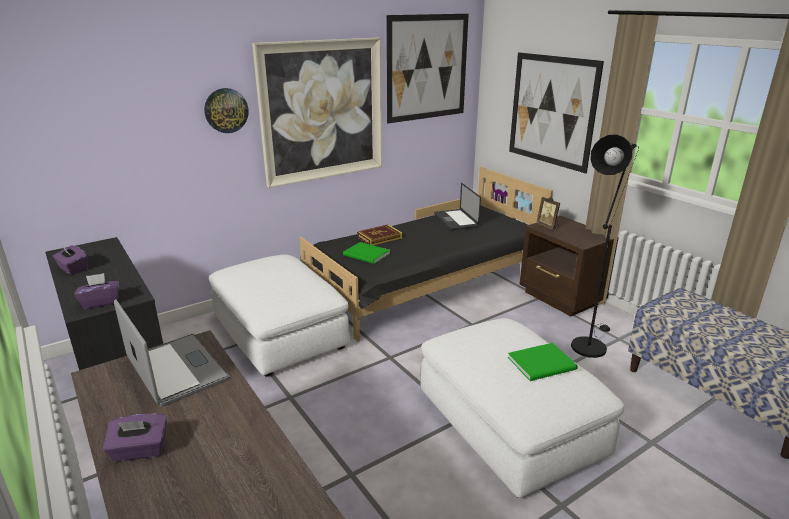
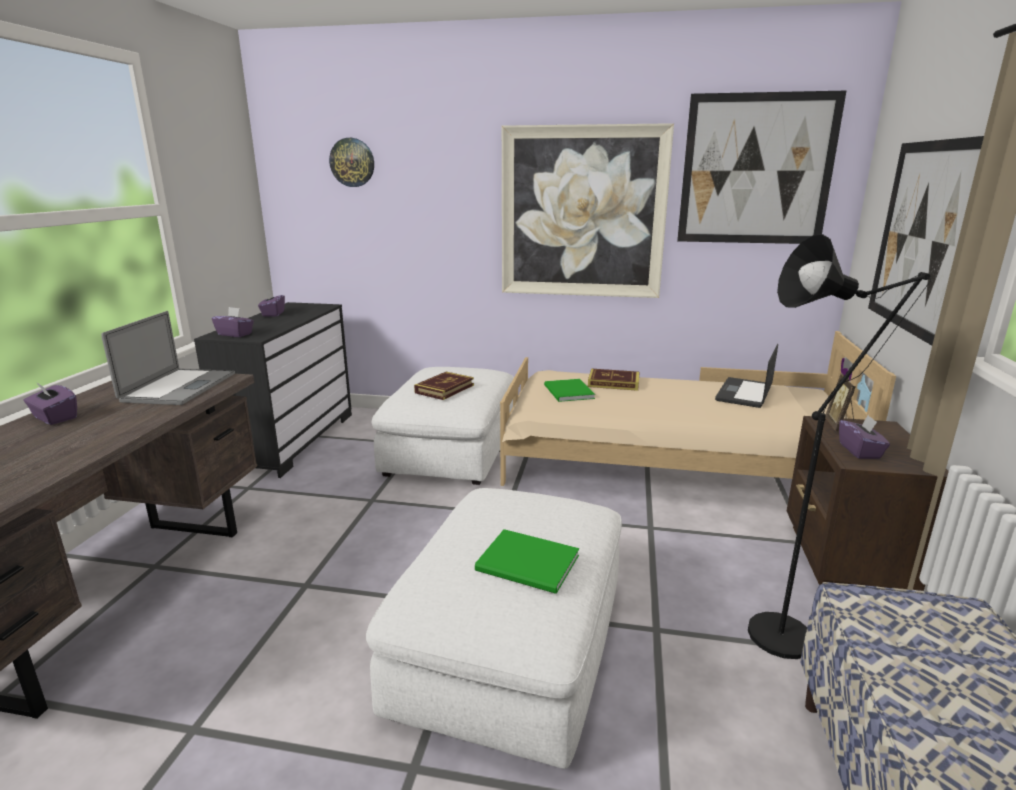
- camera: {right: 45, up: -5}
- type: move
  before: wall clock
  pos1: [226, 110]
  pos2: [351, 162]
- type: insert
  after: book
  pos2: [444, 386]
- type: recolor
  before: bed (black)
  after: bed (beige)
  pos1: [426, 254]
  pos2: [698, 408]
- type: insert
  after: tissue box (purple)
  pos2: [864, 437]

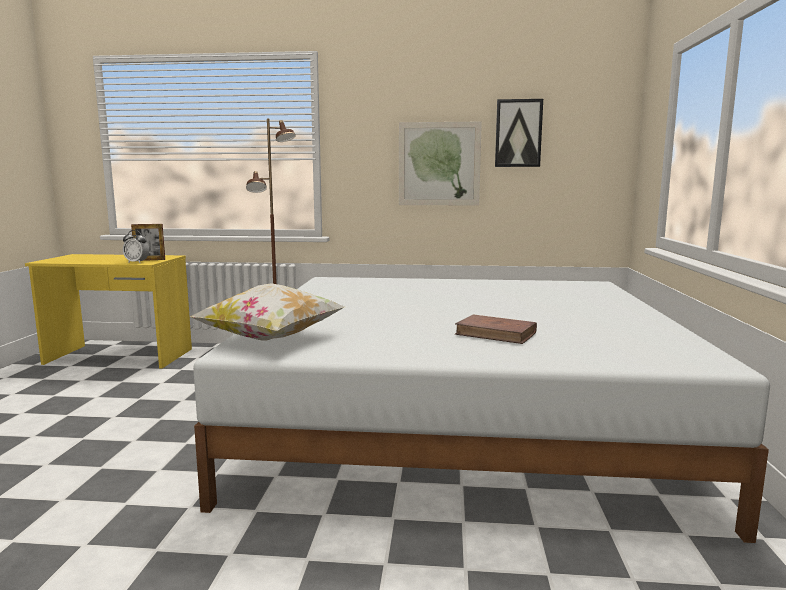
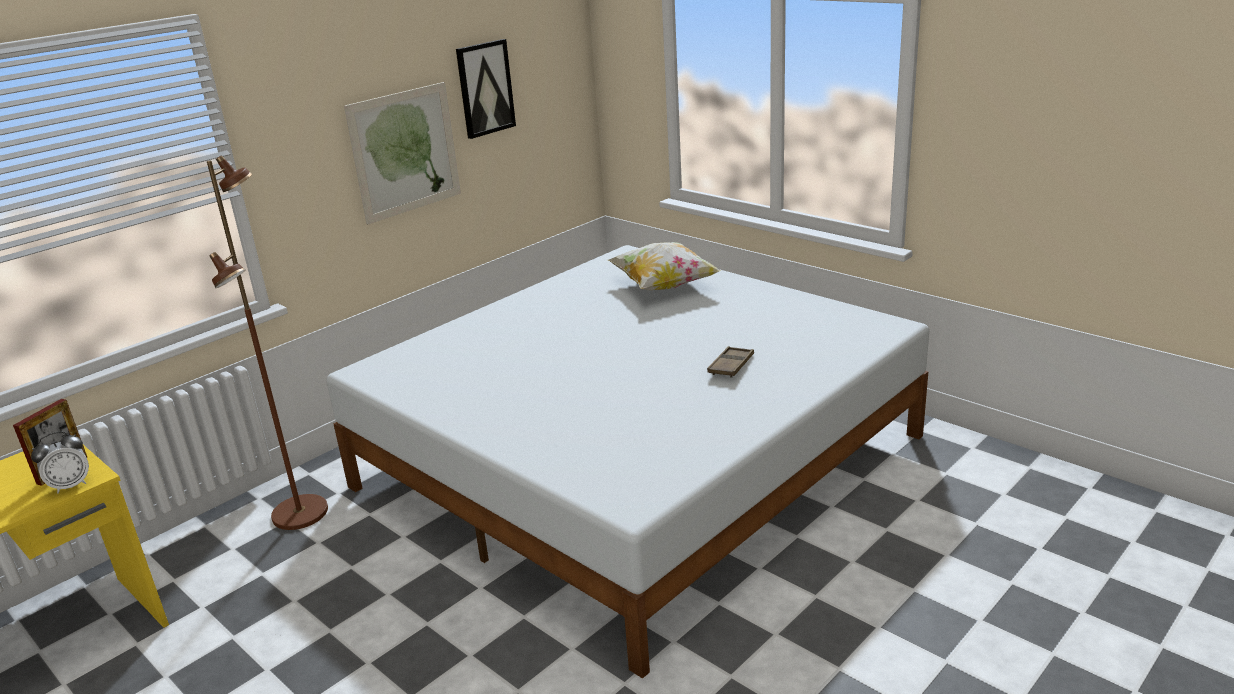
- camera: {right: -50, up: 15}
- type: move
  before: pillow
  pos1: [267, 312]
  pos2: [665, 266]
- type: replace
  before: book (brown)
  after: tray (brown)
  pos1: [496, 329]
  pos2: [730, 362]

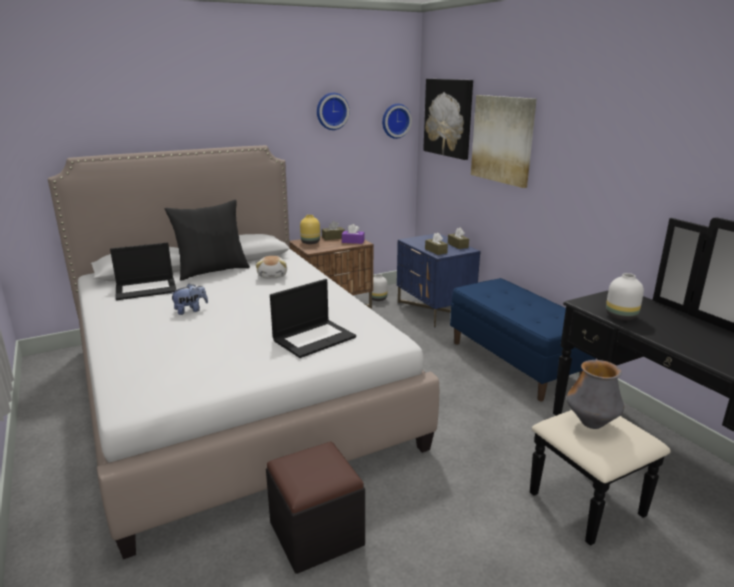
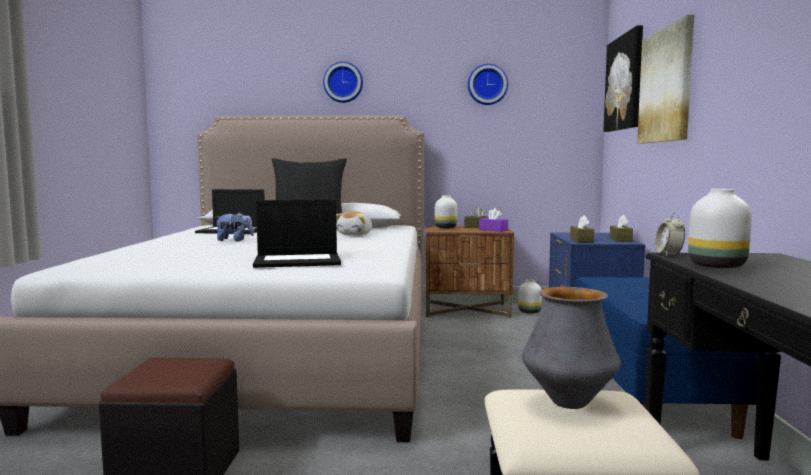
- camera: {right: 30, up: -15}
- type: move
  before: wall clock
  pos1: [397, 121]
  pos2: [343, 82]
- type: recolor
  before: vase (yellow)
  after: vase (white)
  pos1: [310, 229]
  pos2: [446, 211]
- type: insert
  after: alarm clock
  pos2: [670, 234]

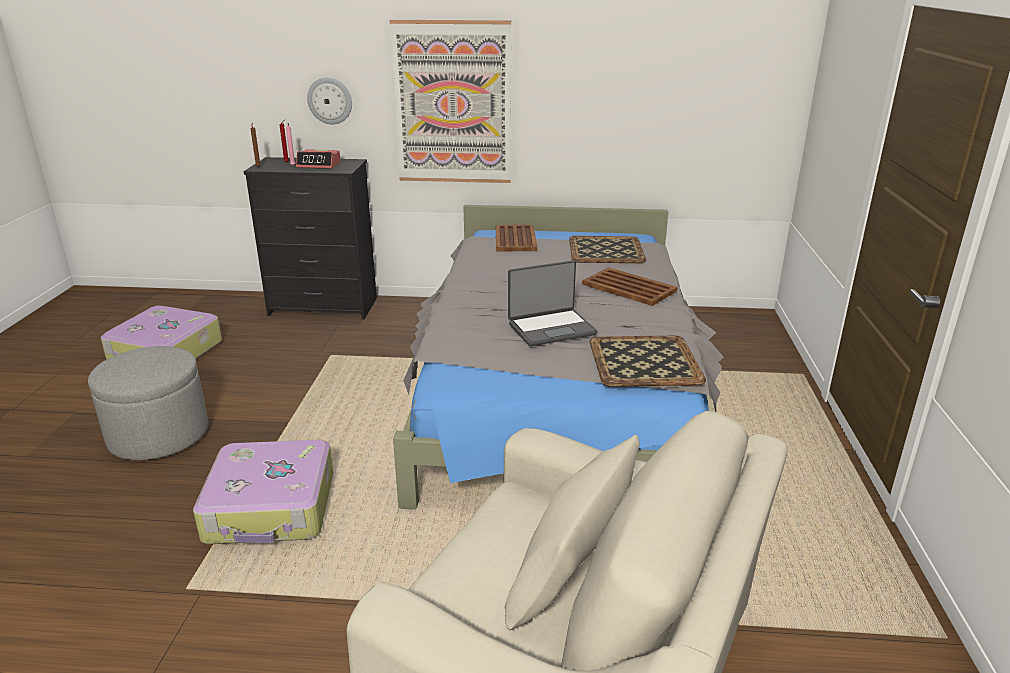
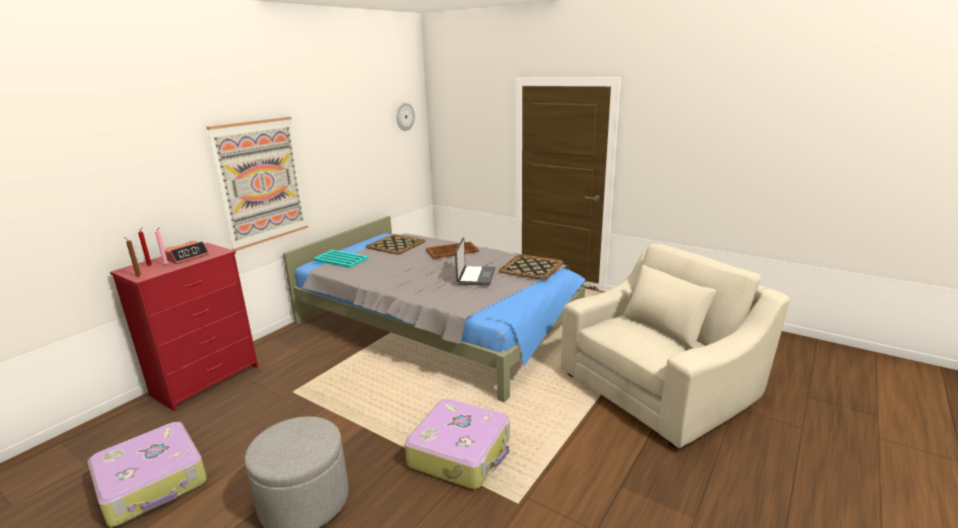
- camera: {right: -60, up: -5}
- type: recolor
  before: dresser (black)
  after: dresser (red)
  pos1: [310, 238]
  pos2: [184, 327]
- type: recolor
  before: tray (brown)
  after: tray (turquoise)
  pos1: [516, 238]
  pos2: [341, 259]
- type: move
  before: wall clock
  pos1: [329, 101]
  pos2: [405, 117]

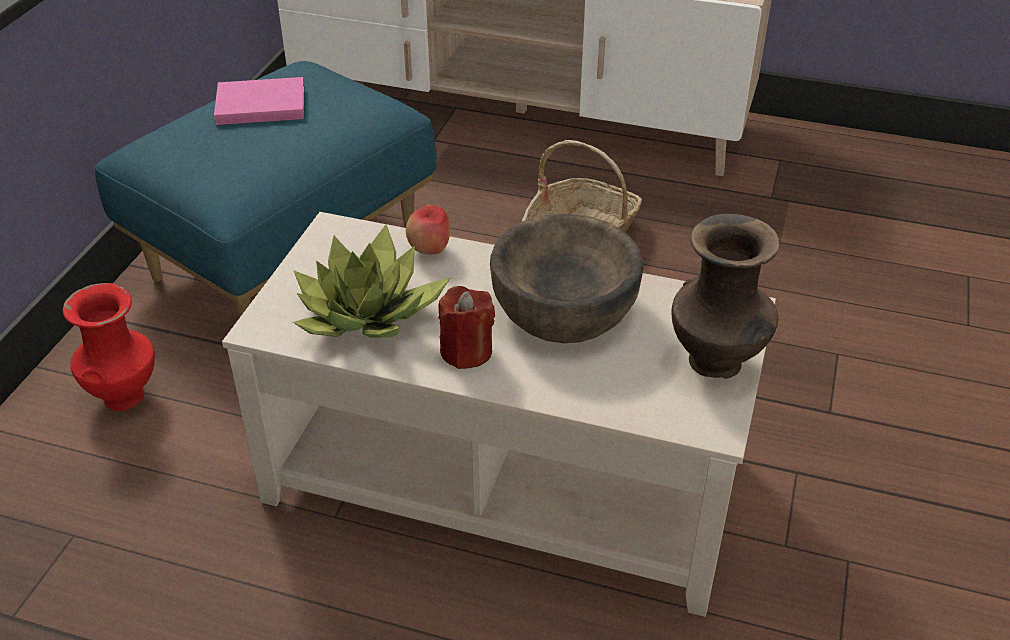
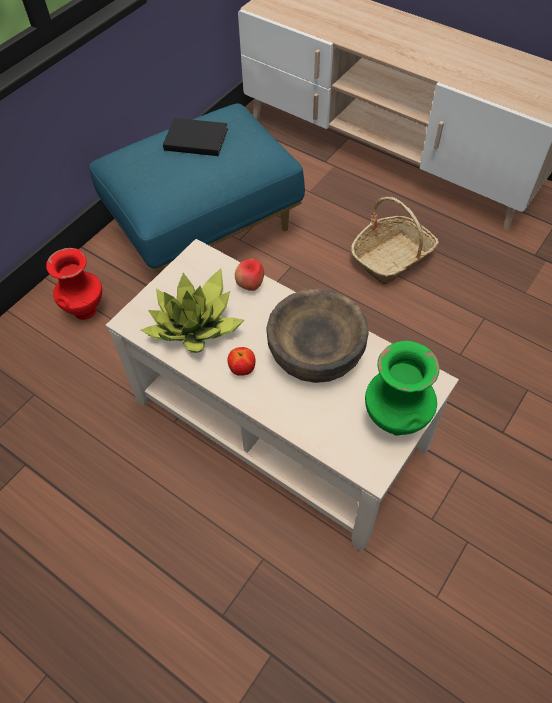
- camera: {right: 20, up: 15}
- type: recolor
  before: book (pink)
  after: book (black)
  pos1: [259, 101]
  pos2: [195, 137]
- type: replace
  before: candle (red)
  after: apple
  pos1: [466, 327]
  pos2: [242, 361]
- type: recolor
  before: vase (brown)
  after: vase (green)
  pos1: [726, 296]
  pos2: [402, 388]

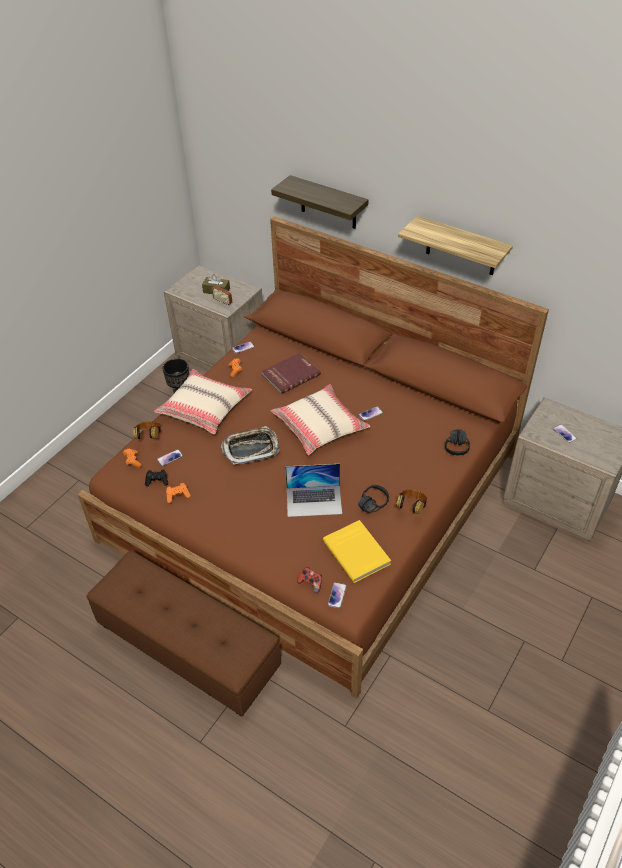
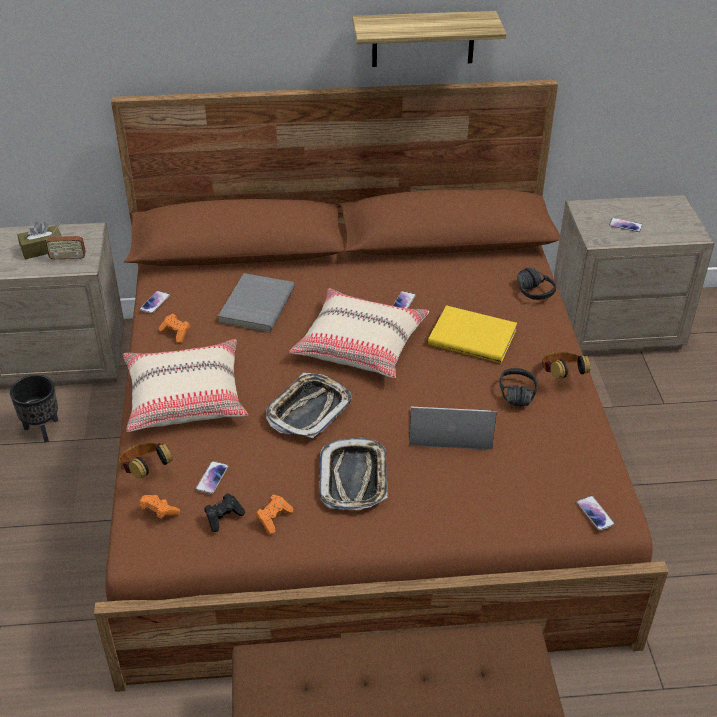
- camera: {right: -40, up: -5}
- type: recolor
  before: book (red)
  after: book (grey)
  pos1: [291, 373]
  pos2: [256, 302]
- type: insert
  after: tray
  pos2: [353, 474]
- type: rotate
  before: laptop
  pos1: [313, 490]
  pos2: [453, 428]
  turn: -135
- type: move
  before: book (yellow)
  pos1: [357, 551]
  pos2: [472, 334]
- type: delete
  before: shelf
  pos1: [319, 202]
- type: delete
  before: game controller
  pos1: [309, 580]

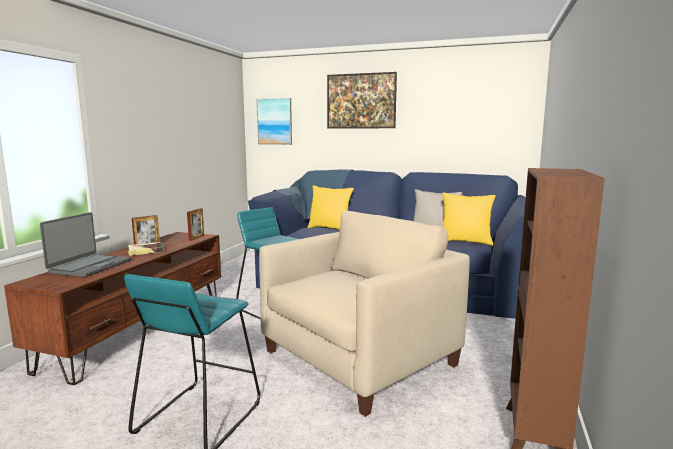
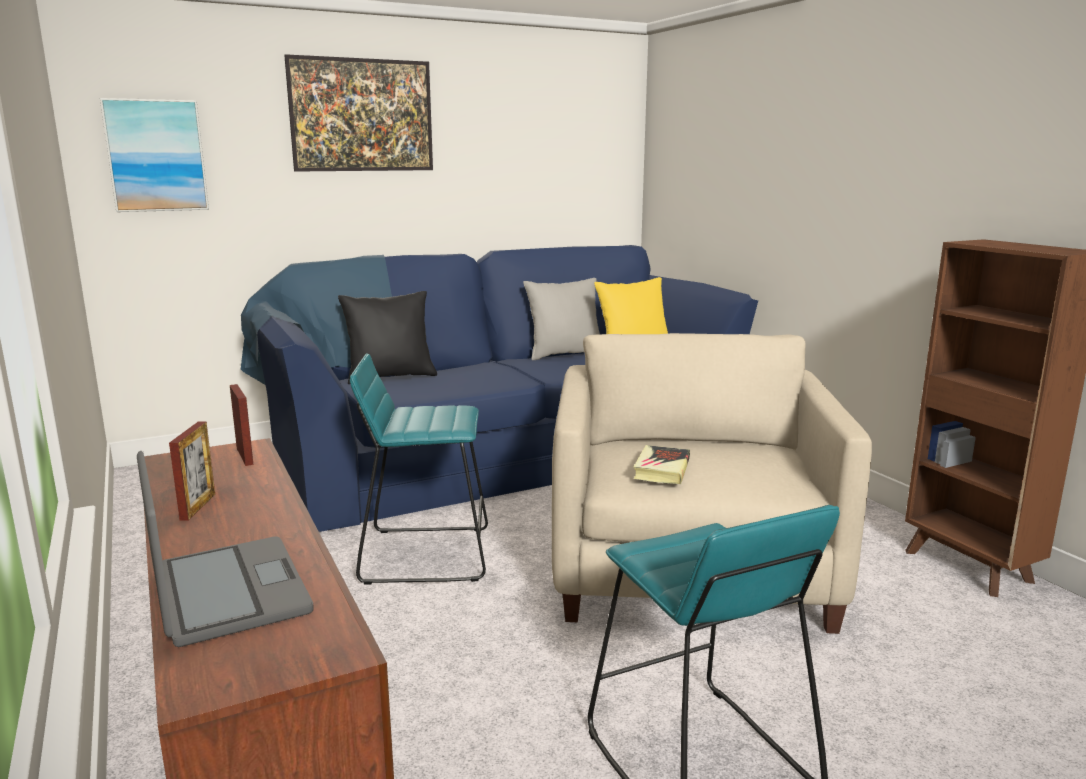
- camera: {right: -45, up: 5}
- type: recolor
  before: pillow (yellow)
  after: pillow (black)
  pos1: [331, 207]
  pos2: [387, 337]
- type: move
  before: book
  pos1: [146, 249]
  pos2: [662, 464]

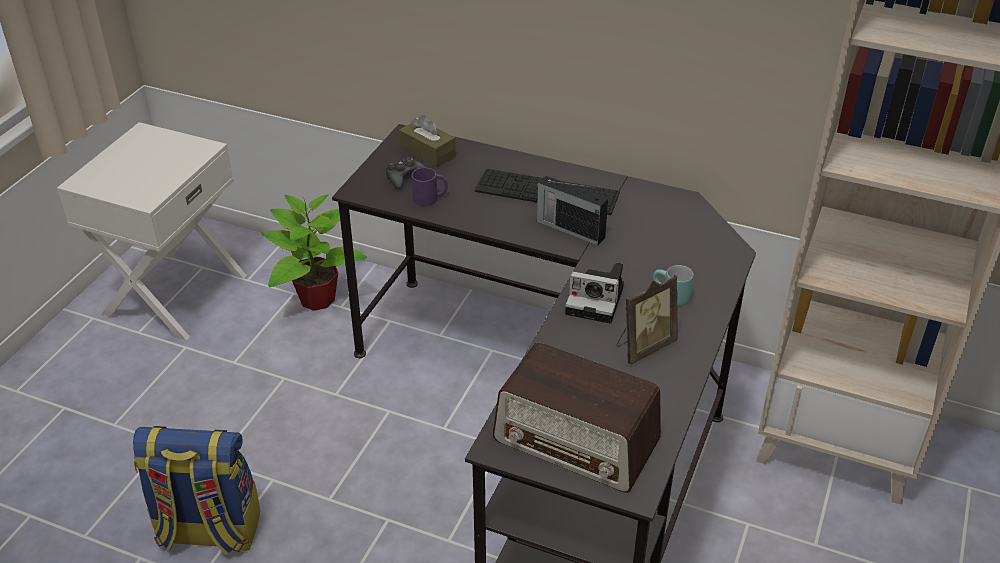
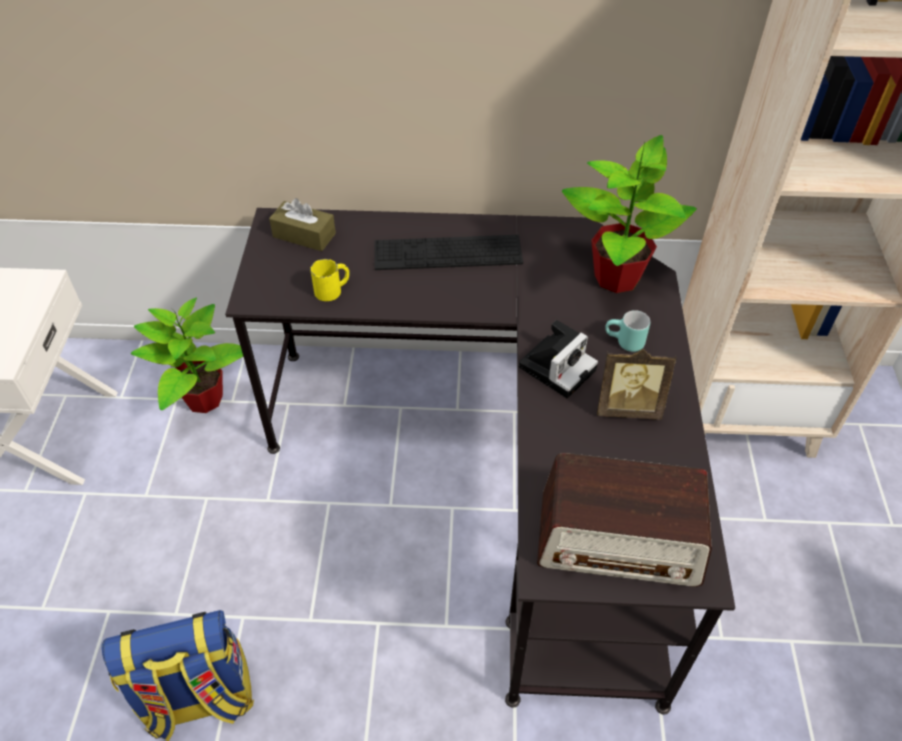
- camera: {right: -20, up: 10}
- type: recolor
  before: mug (purple)
  after: mug (yellow)
  pos1: [429, 187]
  pos2: [330, 280]
- type: rotate
  before: photo camera
  pos1: [594, 293]
  pos2: [558, 359]
  turn: -45
- type: insert
  after: potted plant
  pos2: [629, 214]
- type: rotate
  before: picture frame
  pos1: [647, 320]
  pos2: [637, 384]
  turn: 60
- type: delete
  before: game controller (black)
  pos1: [406, 173]
- type: delete
  before: radio
  pos1: [572, 211]

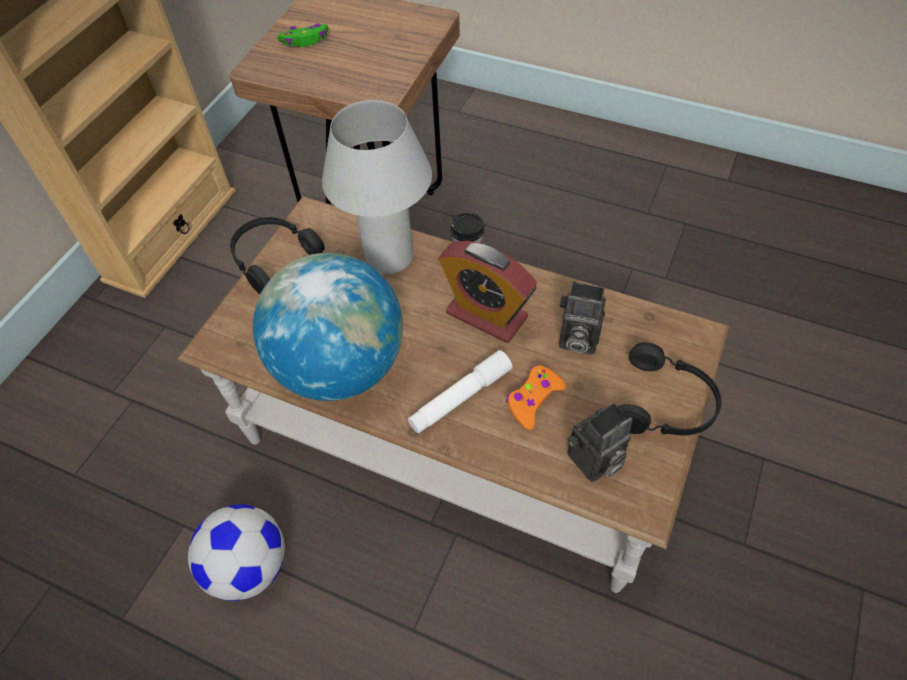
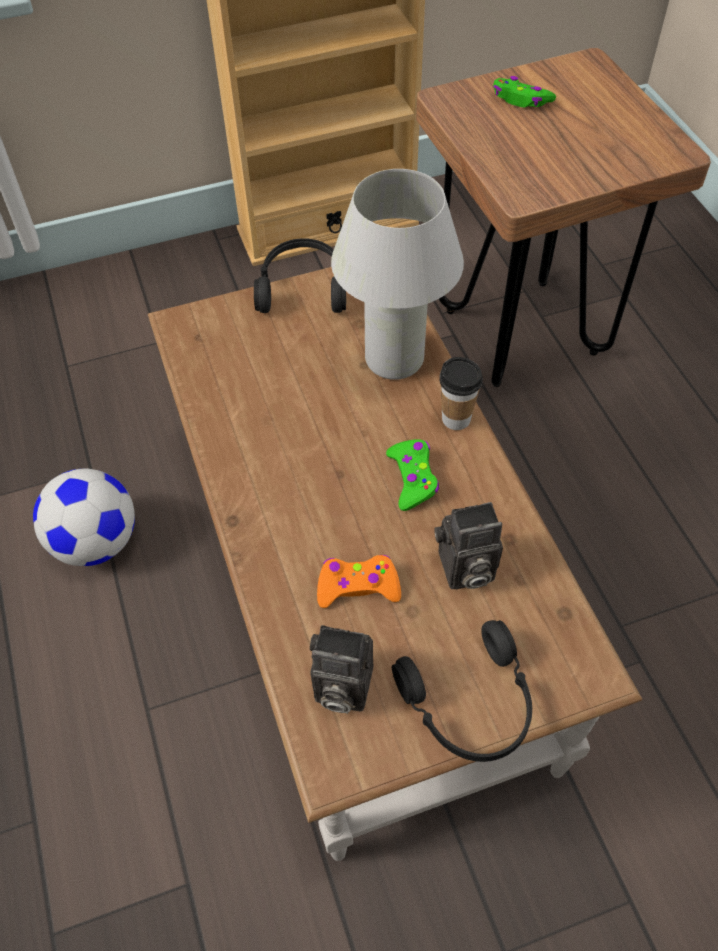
- camera: {right: 45, up: 0}
- type: replace
  before: alarm clock
  after: game controller (green)
  pos1: [488, 292]
  pos2: [412, 475]
- type: rotate
  before: photo camera
  pos1: [582, 318]
  pos2: [468, 545]
  turn: -75
- type: delete
  before: globe
  pos1: [328, 327]
- type: delete
  before: flashlight (white)
  pos1: [460, 391]

